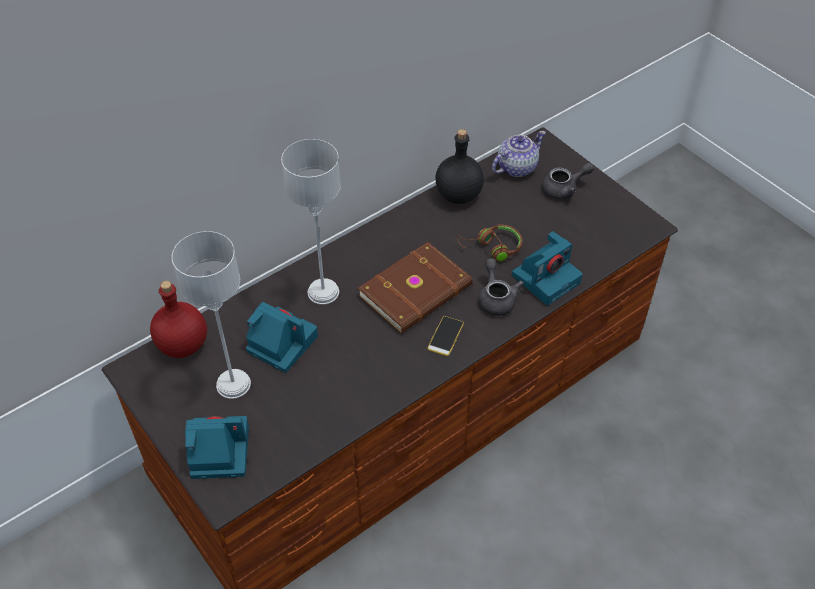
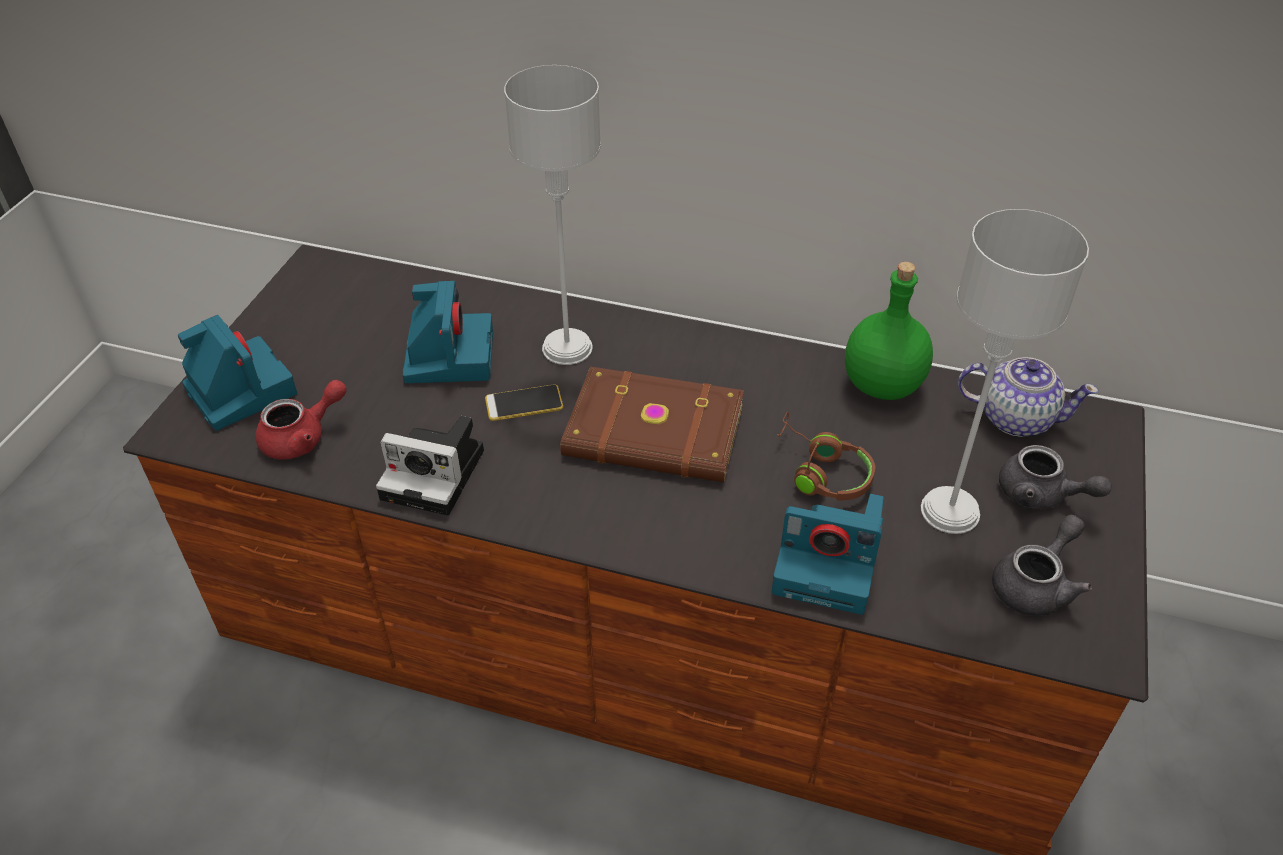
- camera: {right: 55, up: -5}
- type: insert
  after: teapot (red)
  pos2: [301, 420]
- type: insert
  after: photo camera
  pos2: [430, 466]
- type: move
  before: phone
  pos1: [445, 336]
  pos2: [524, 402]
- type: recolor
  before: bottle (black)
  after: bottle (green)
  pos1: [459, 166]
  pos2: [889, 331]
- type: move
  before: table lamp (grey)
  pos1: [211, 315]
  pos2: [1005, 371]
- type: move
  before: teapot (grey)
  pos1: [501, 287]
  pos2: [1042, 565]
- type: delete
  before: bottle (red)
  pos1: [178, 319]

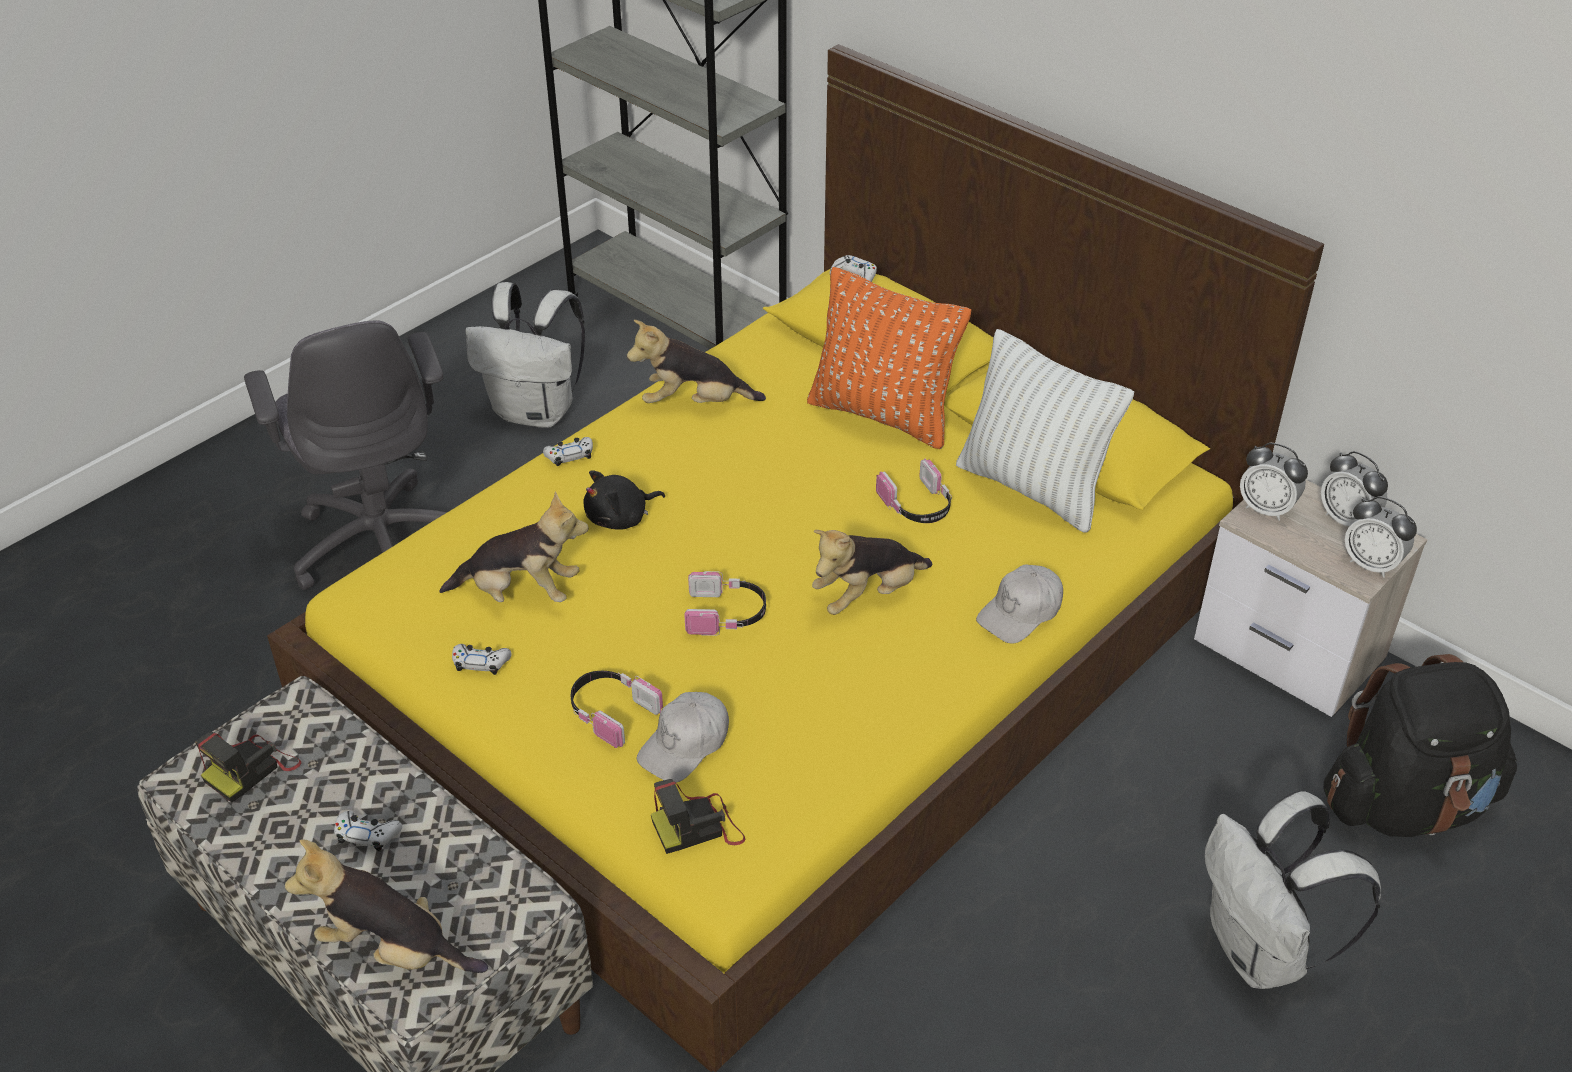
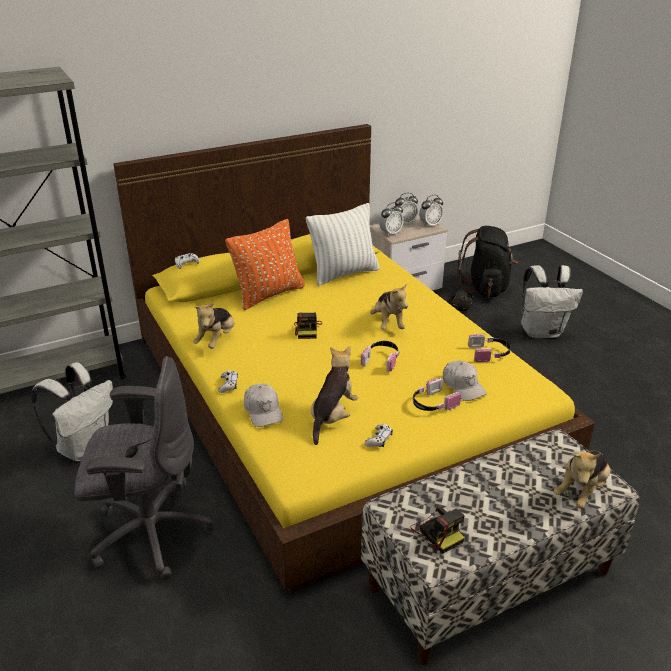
- camera: {right: -70, up: -10}
- type: move
  before: cap (white)
  pos1: [1019, 604]
  pos2: [263, 405]
- type: move
  before: photo camera
  pos1: [698, 816]
  pos2: [308, 326]
- type: move
  before: plush toy (black)
  pos1: [624, 500]
  pos2: [460, 300]
- type: move
  before: headphones
  pos1: [914, 491]
  pos2: [489, 348]
- type: delete
  before: game controller (white)
  pos1: [368, 831]

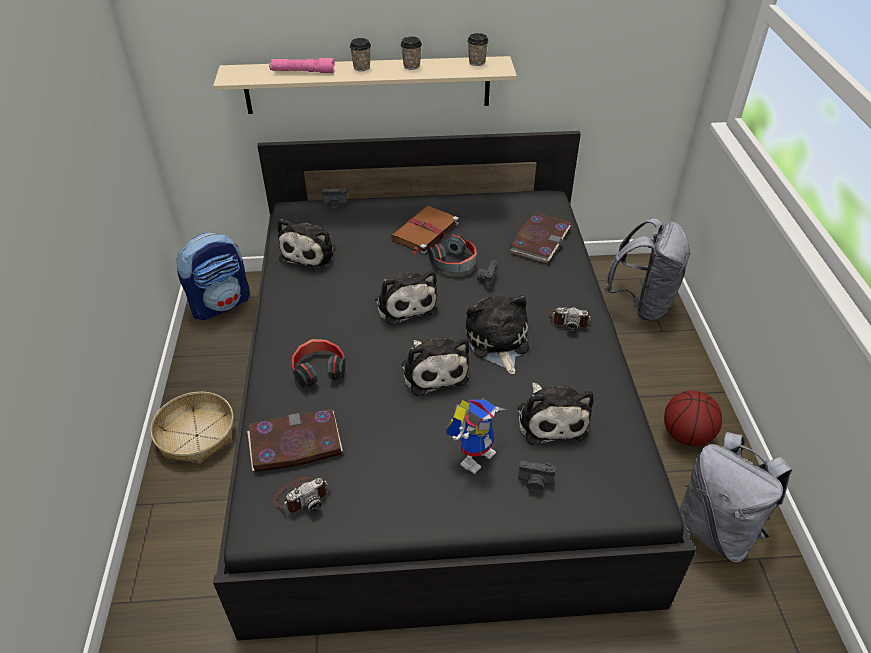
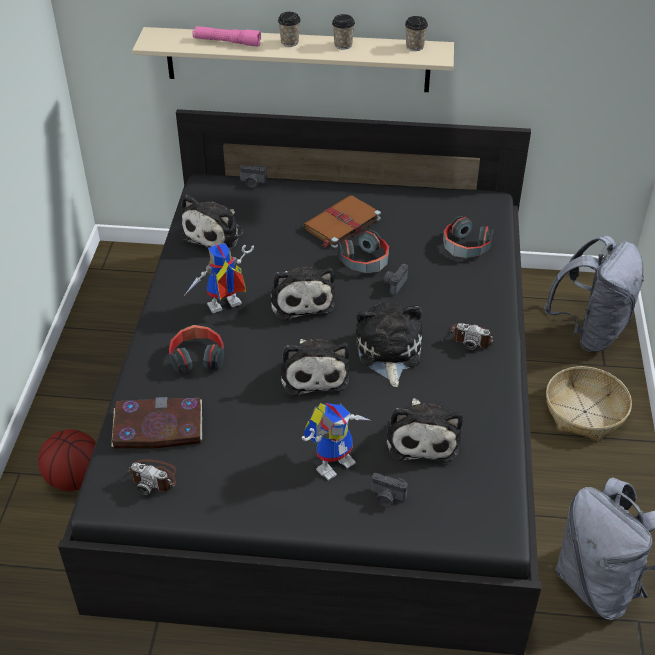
- camera: {right: 10, up: 0}
- type: move
  before: basketball
  pos1: [693, 418]
  pos2: [67, 460]
- type: rotate
  before: photo camera
  pos1: [301, 495]
  pos2: [152, 477]
  turn: 45
- type: insert
  after: toy robot
  pos2: [219, 278]
- type: replace
  before: book
  after: headphones
  pos1: [540, 238]
  pos2: [468, 237]
- type: move
  before: basket
  pos1: [192, 428]
  pos2: [589, 403]
- type: delete
  before: backpack
  pos1: [213, 276]

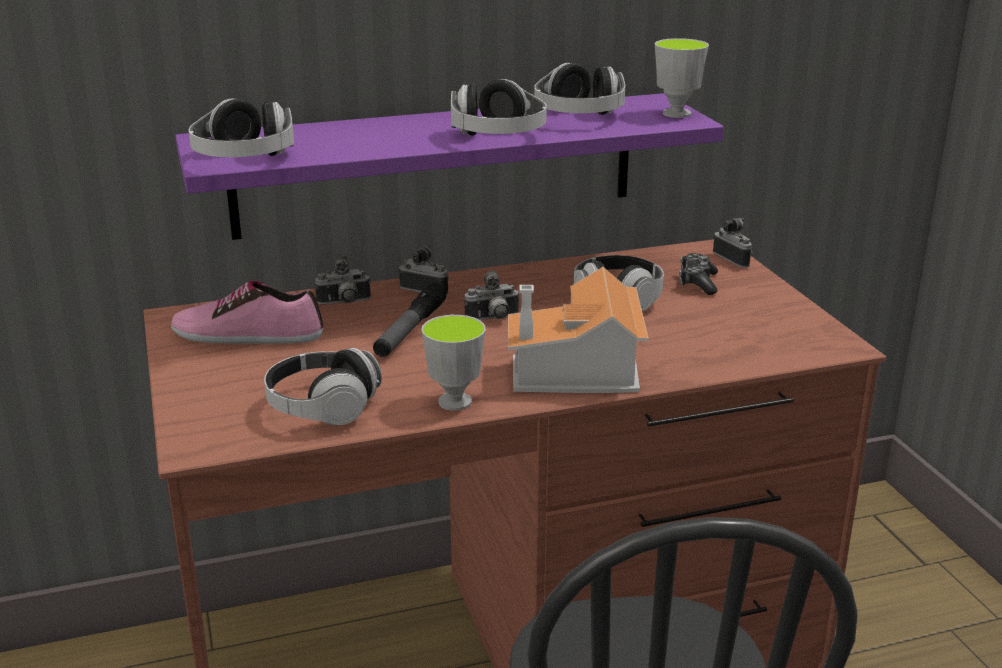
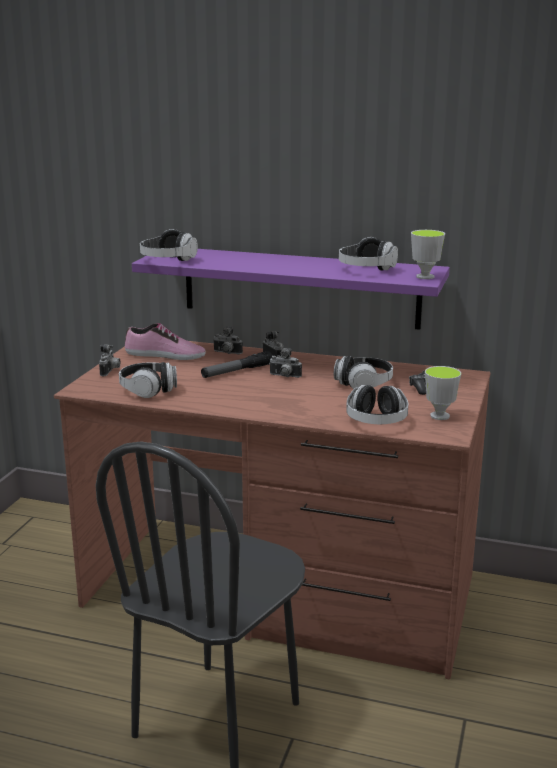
- camera: {right: 35, up: -5}
- type: move
  before: photo camera
  pos1: [732, 243]
  pos2: [109, 360]
- type: rotate
  before: shoe
  pos1: [247, 312]
  pos2: [165, 341]
  turn: 150
- type: move
  before: headphones
  pos1: [499, 107]
  pos2: [377, 404]
- type: move
  before: cup
  pos1: [454, 363]
  pos2: [443, 393]
- type: delete
  before: toy house
  pos1: [578, 330]

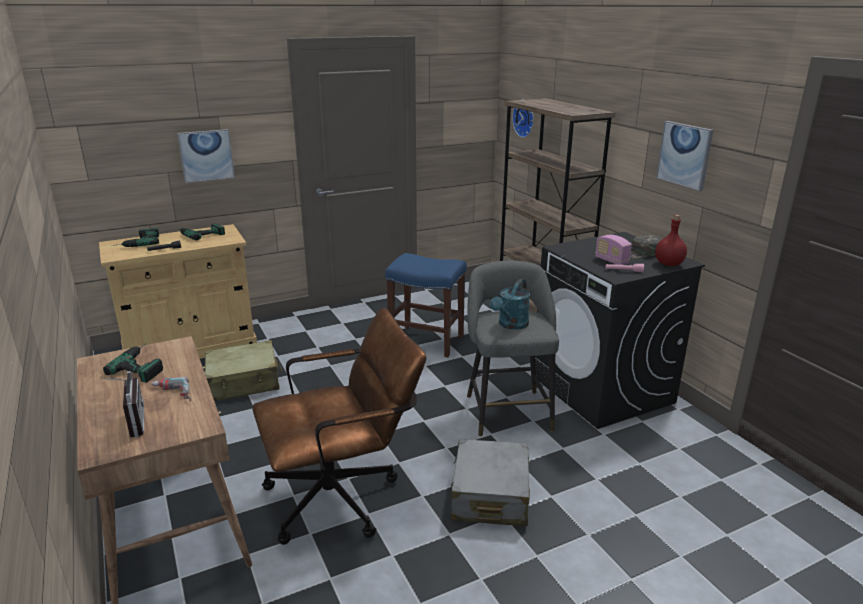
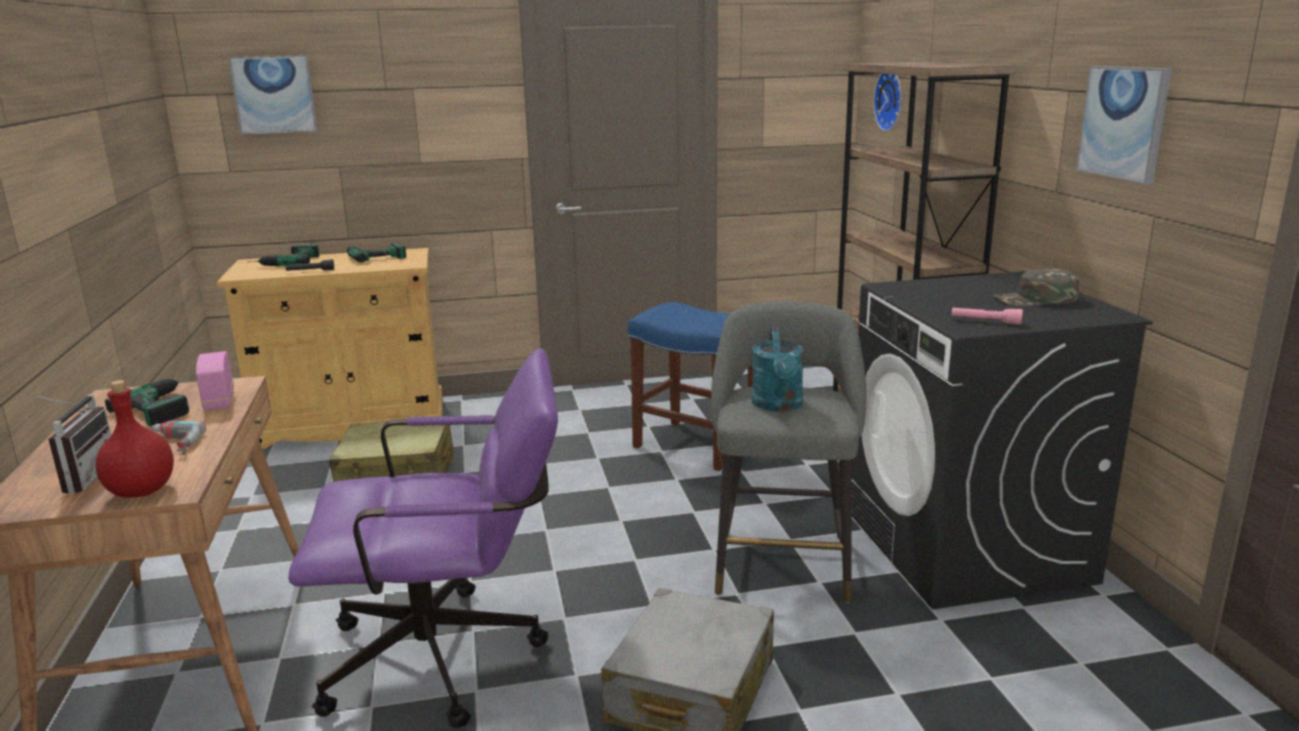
- camera: {right: 15, up: -5}
- type: move
  before: bottle (red)
  pos1: [671, 240]
  pos2: [134, 439]
- type: move
  before: radio
  pos1: [613, 250]
  pos2: [215, 380]
- type: move
  before: picture
  pos1: [206, 156]
  pos2: [273, 95]
- type: recolor
  before: office chair (brown)
  after: office chair (purple)
  pos1: [339, 426]
  pos2: [423, 538]
- type: rotate
  before: watering can (turquoise)
  pos1: [510, 304]
  pos2: [778, 369]
  turn: -45

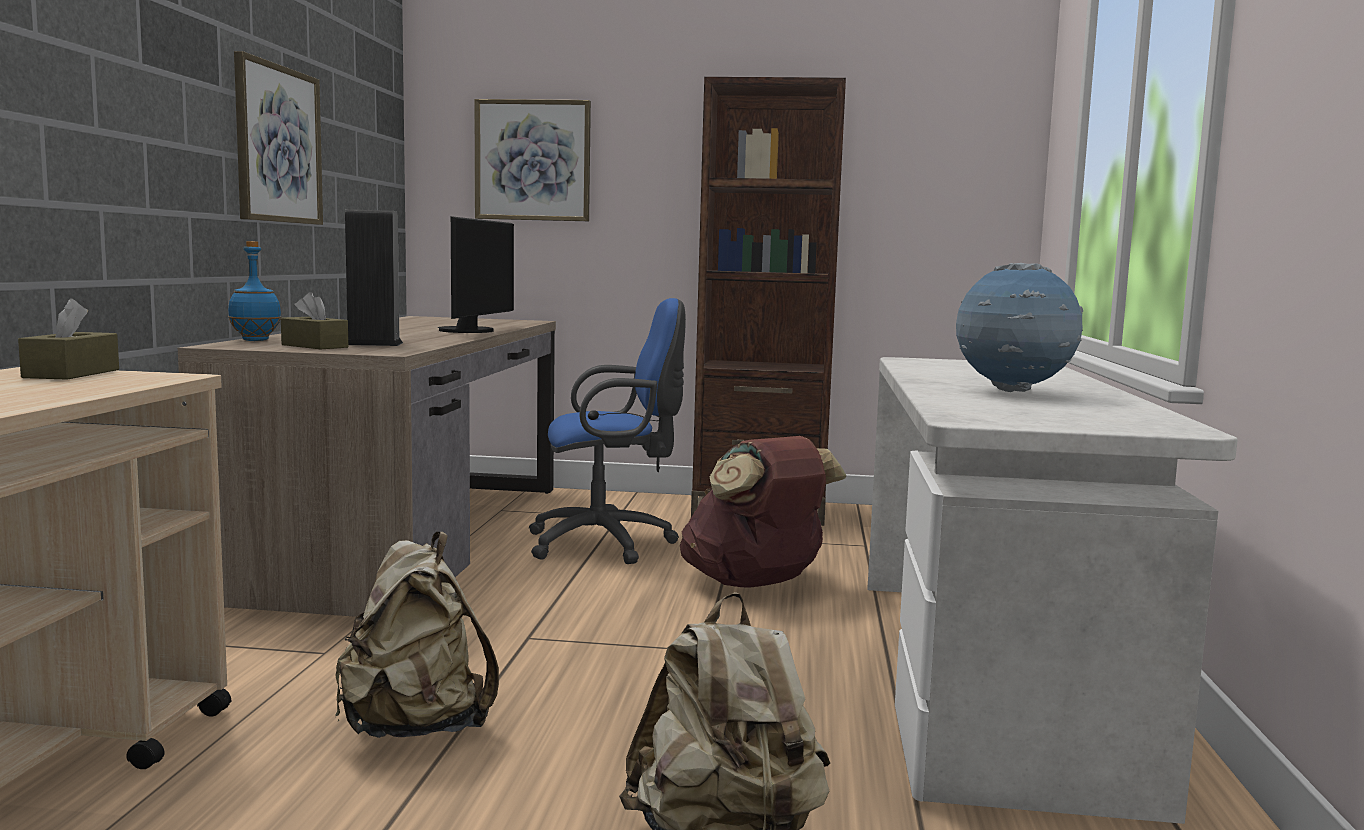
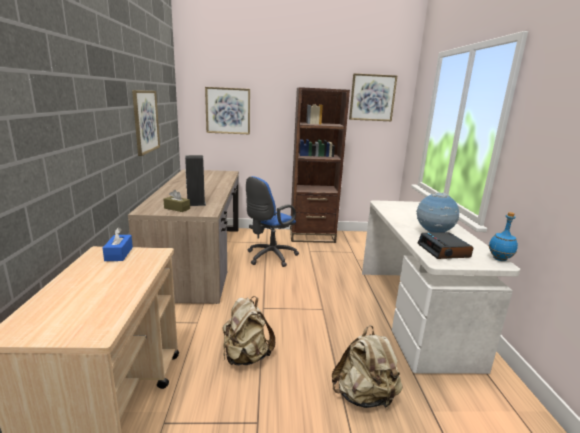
- camera: {right: -10, up: 10}
- type: recolor
  before: tissue box (brown)
  after: tissue box (blue)
  pos1: [68, 339]
  pos2: [117, 244]
- type: rotate
  before: office chair (blue)
  pos1: [607, 431]
  pos2: [272, 221]
  turn: 150
- type: insert
  after: picture
  pos2: [373, 97]
- type: insert
  after: alarm clock
  pos2: [445, 245]
- type: move
  before: bottle (blue)
  pos1: [254, 291]
  pos2: [503, 236]
- type: delete
  before: monitor
  pos1: [476, 274]
- type: delete
  before: backpack (brown)
  pos1: [763, 512]

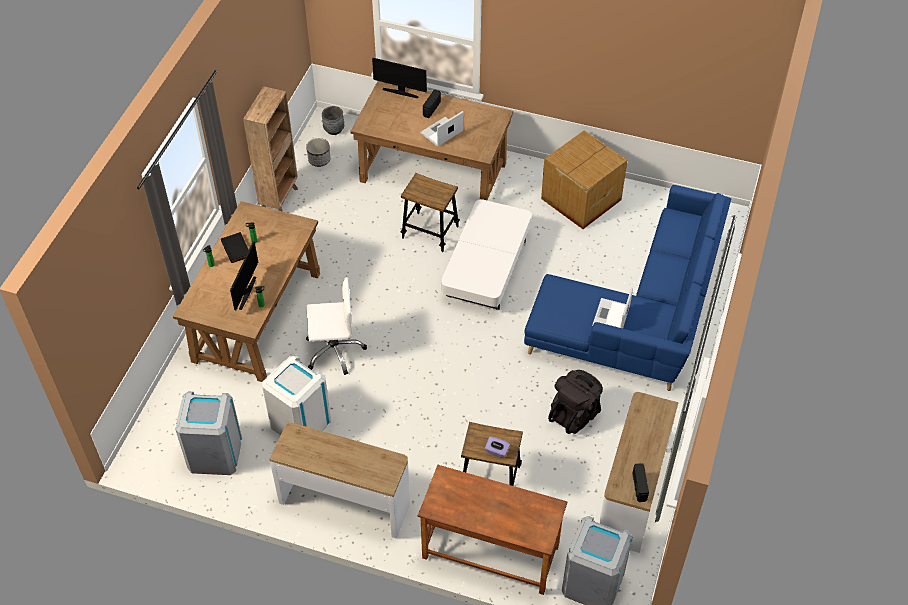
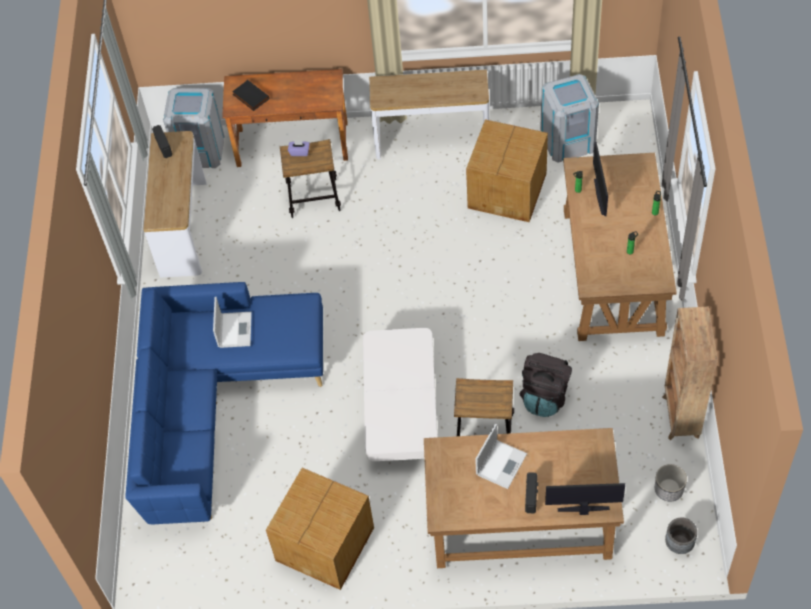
- camera: {right: 165, up: 5}
- type: move
  before: book (black)
  pos1: [235, 247]
  pos2: [250, 95]
- type: replace
  before: trash can (white)
  after: cardboard box
  pos1: [296, 395]
  pos2: [507, 170]
- type: move
  before: backpack (black)
  pos1: [575, 402]
  pos2: [546, 385]
- type: delete
  before: office chair (white)
  pos1: [336, 326]

